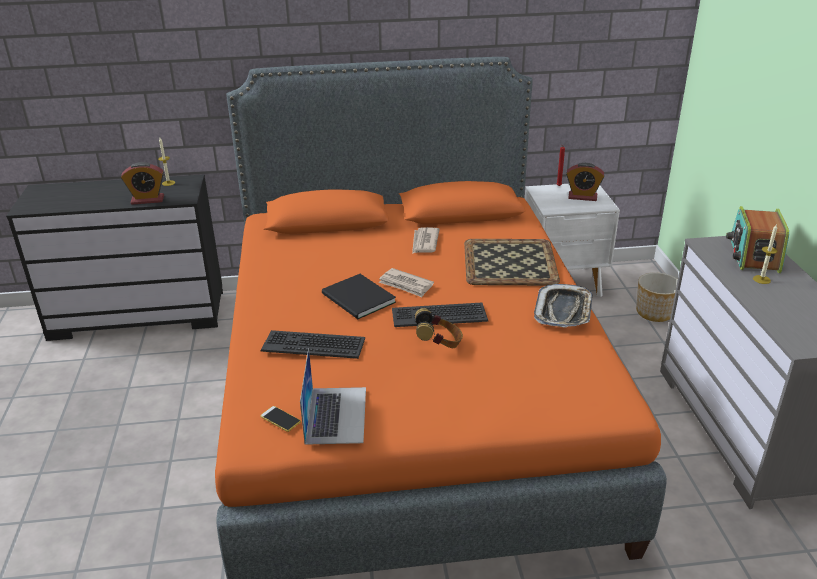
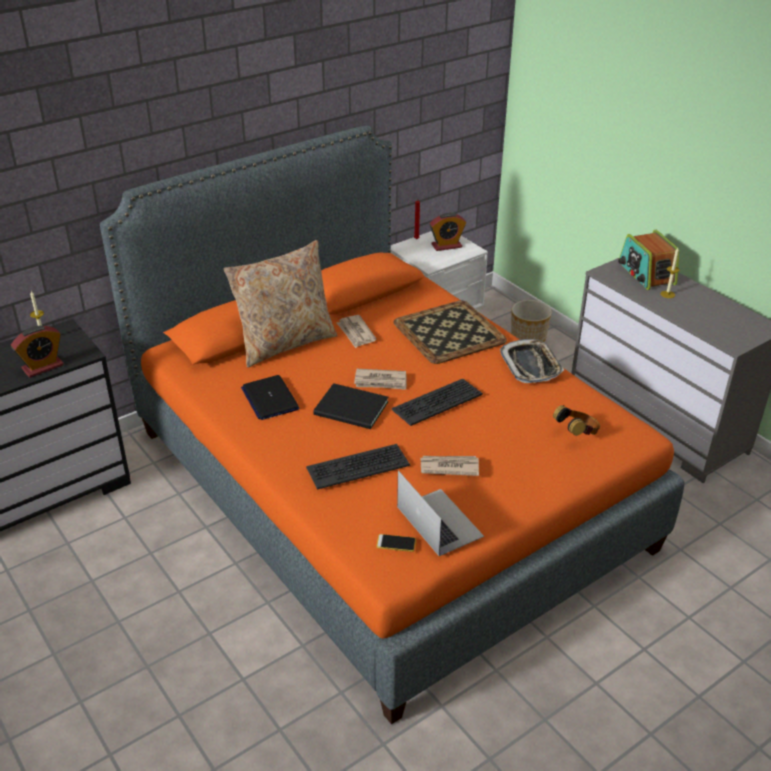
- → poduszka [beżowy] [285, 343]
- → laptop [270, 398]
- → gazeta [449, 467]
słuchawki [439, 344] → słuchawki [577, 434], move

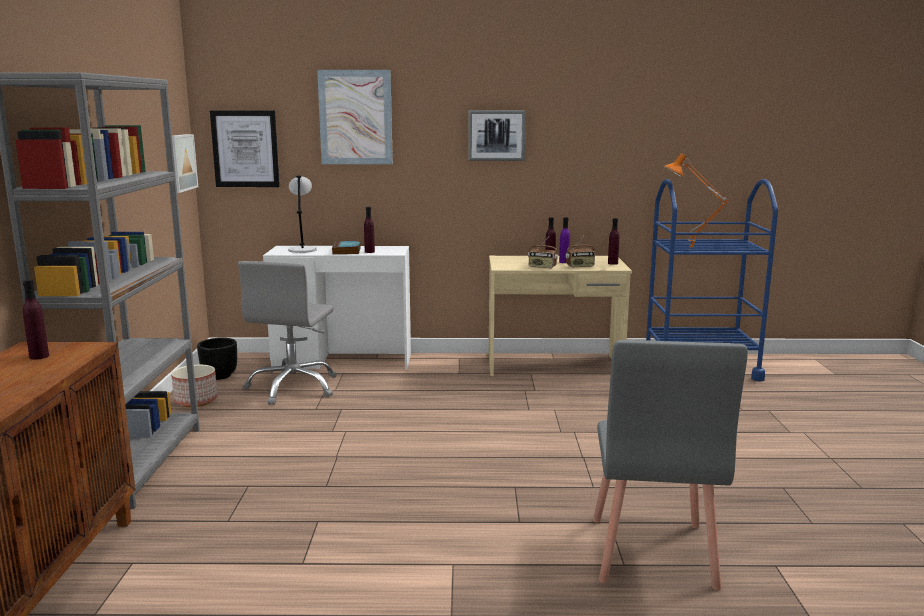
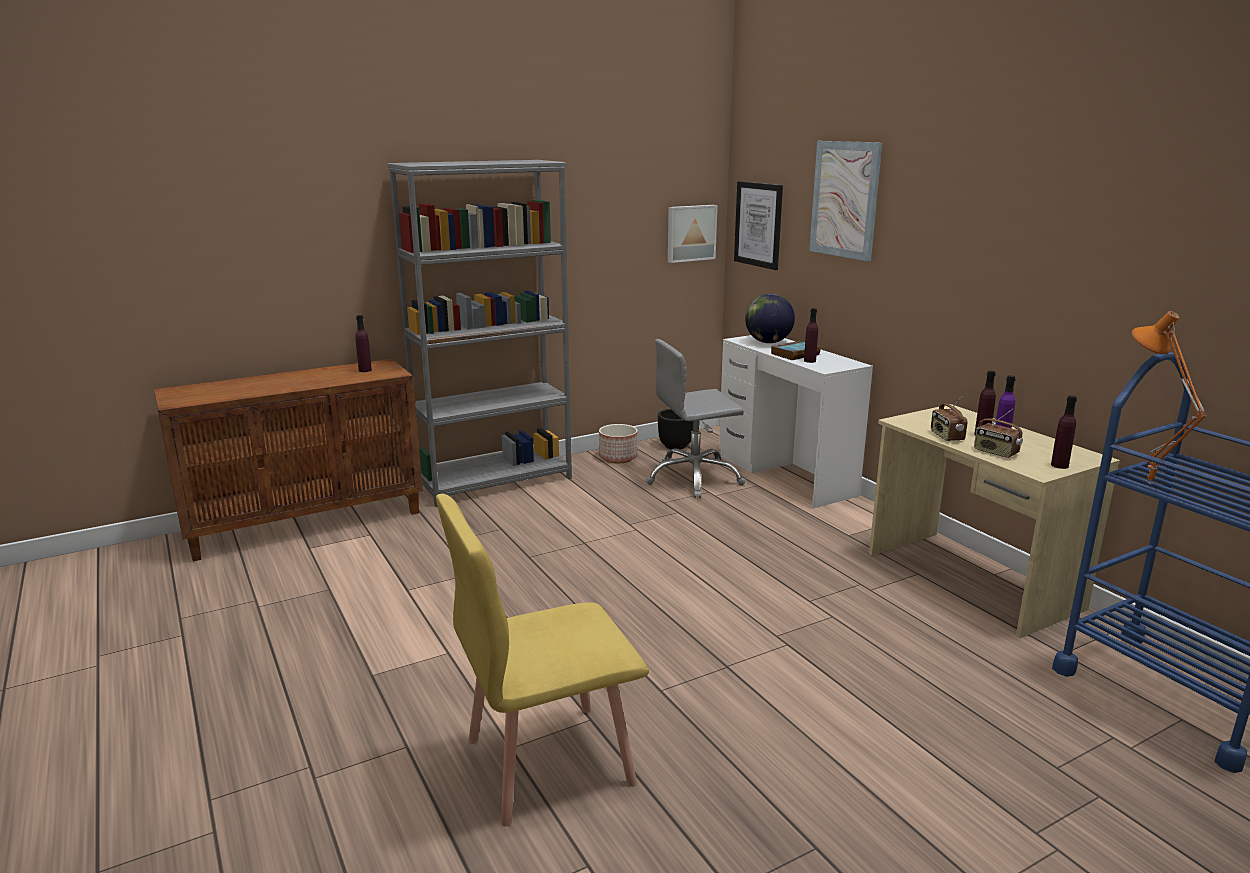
obraz [496, 135] → -
lampa stołowa [szary] [302, 250] → globus [768, 342]
krzesło [szary] [651, 553] → krzesło [żółty] [547, 761]

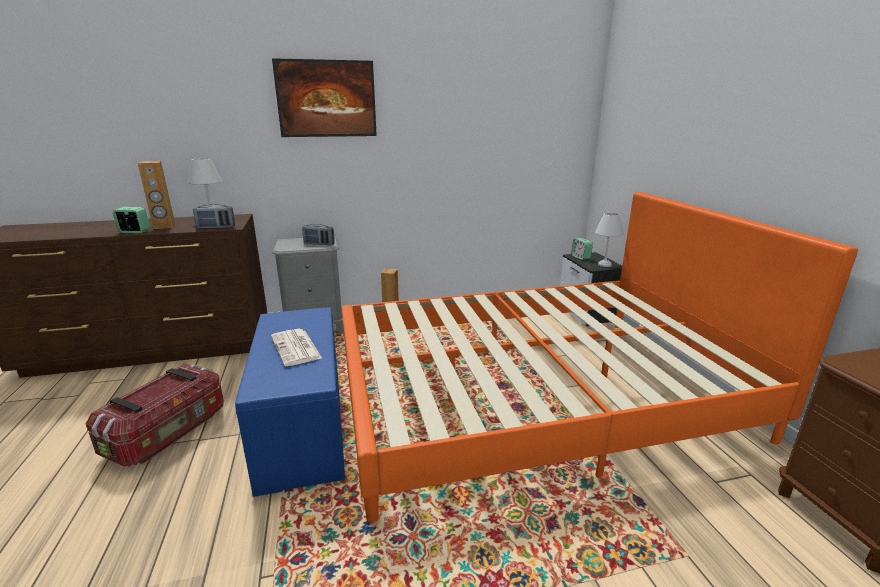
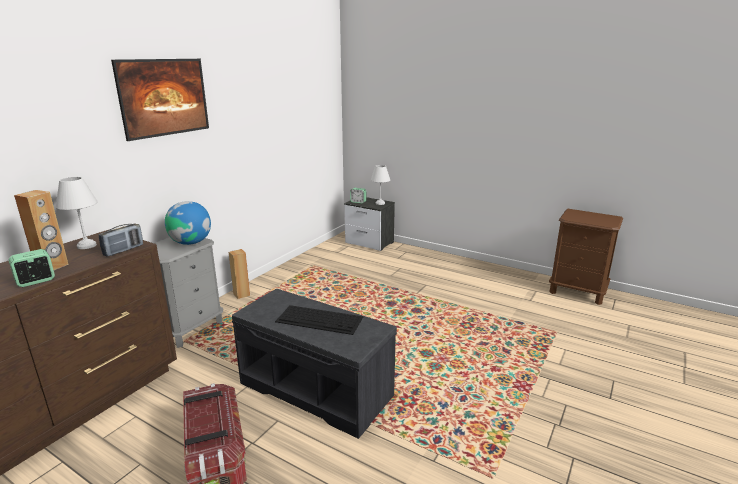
łóżko [pomarańczowy] [534, 394] → -
gazeta [296, 348] → klawiatura [320, 319]
radio [319, 244] → globus [191, 242]
ławka [niebieski] [304, 428] → ławka [szary] [317, 389]

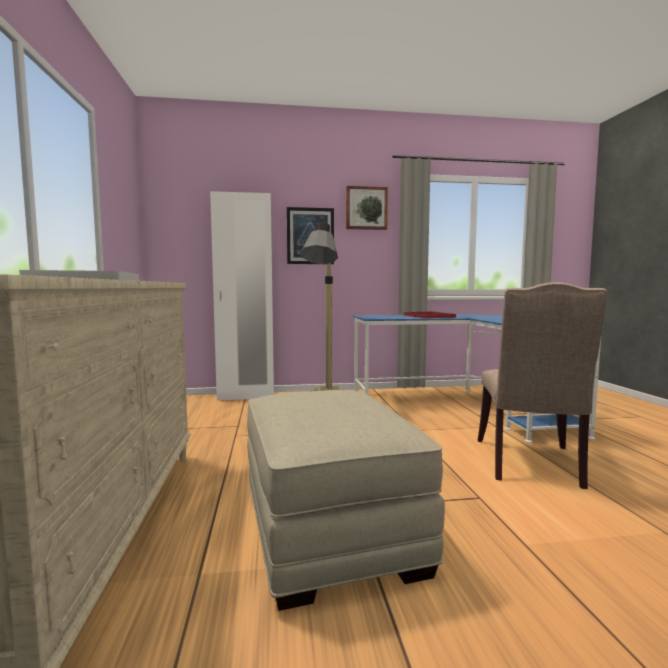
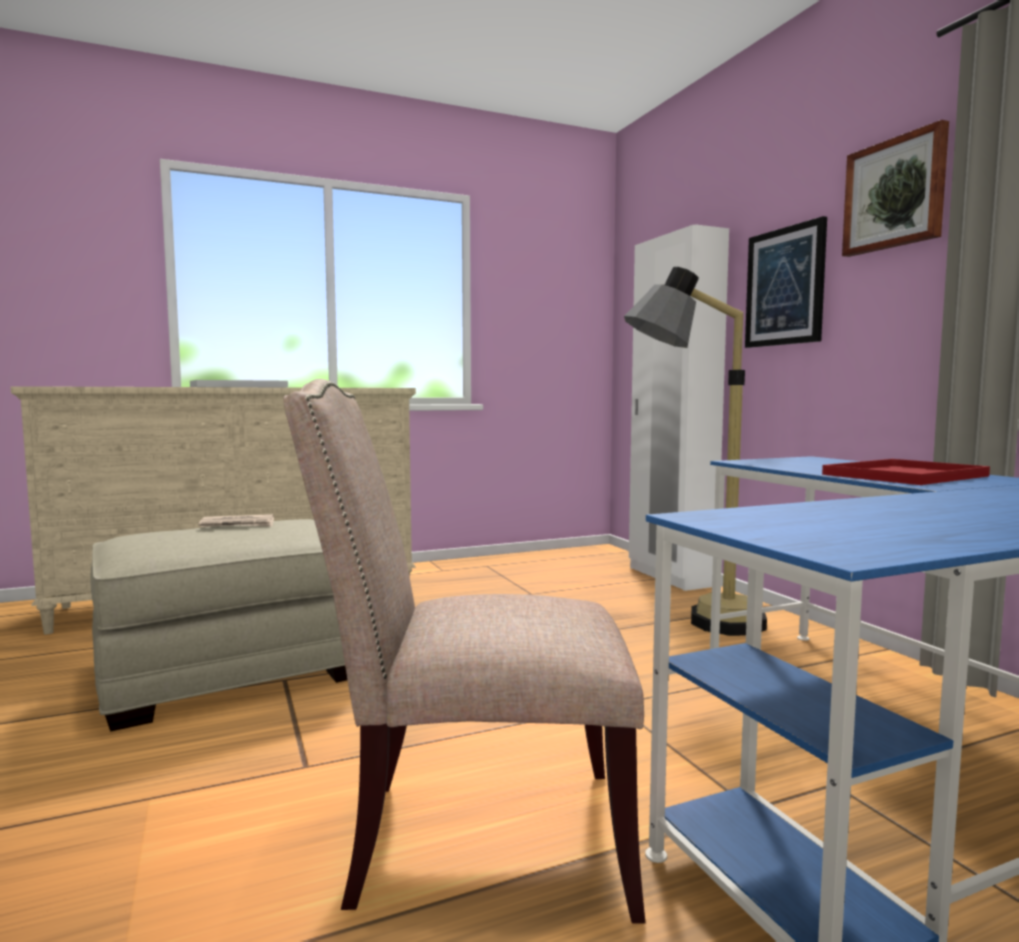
- → gazeta [238, 525]

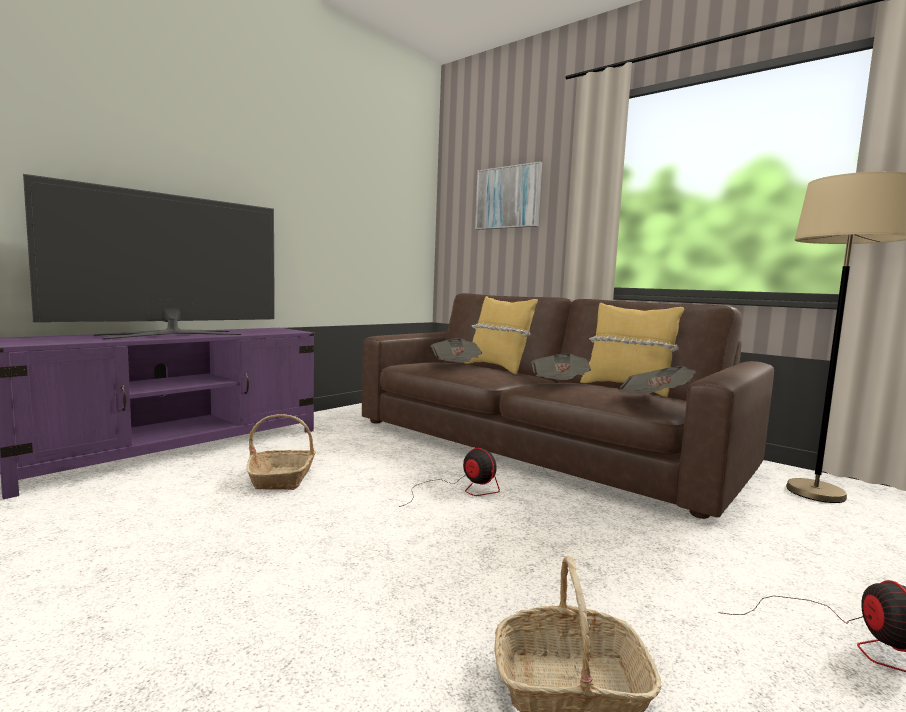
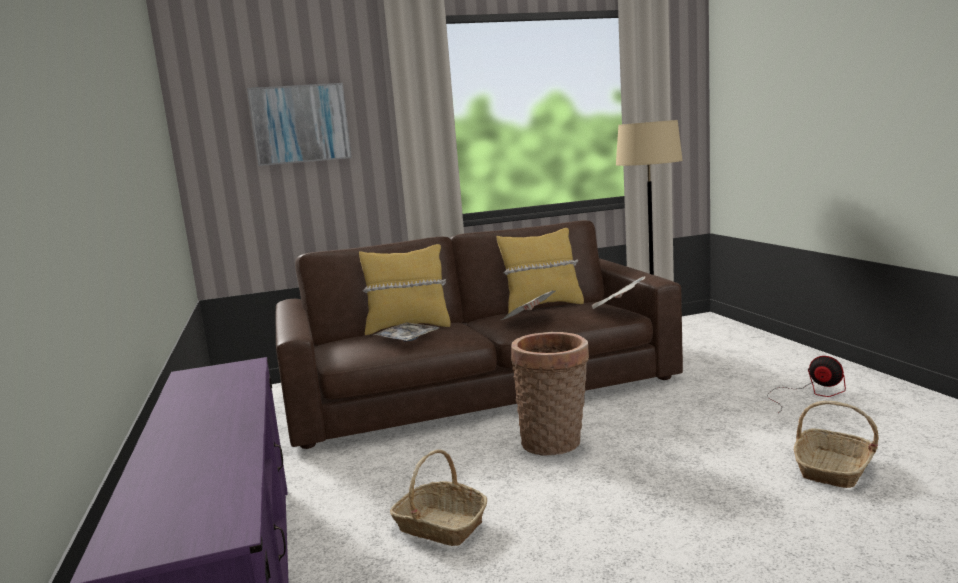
telewizor [172, 335] → -
wentylator [459, 490] → koszyk [555, 443]
gazeta [456, 366] → taca [407, 338]

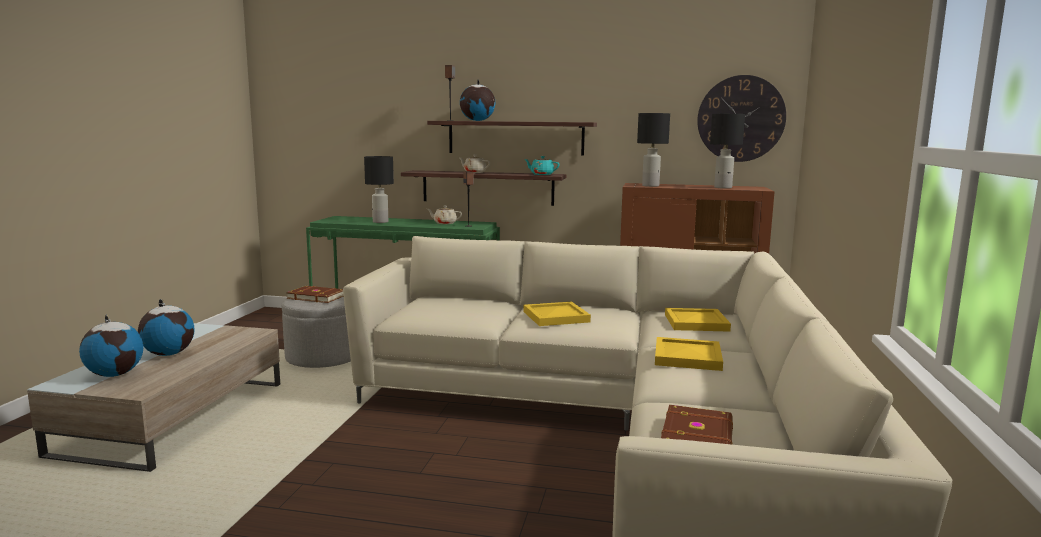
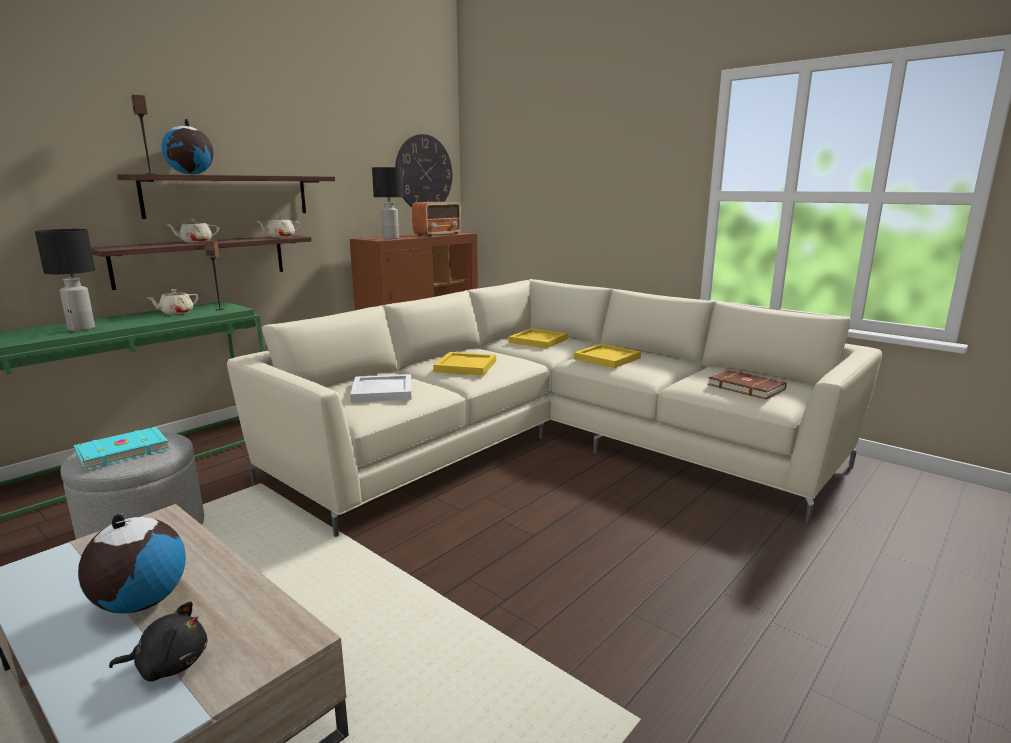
- → taca [biały] [381, 391]
globus [115, 374] → pluszak [czarny] [169, 664]
lampa stołowa [czarny] [723, 187] → radio [438, 234]
książka [brązowy] [317, 296] → książka [turkusowy] [122, 451]
imbryk [turkusowy] [541, 174] → imbryk [beżowy] [280, 237]

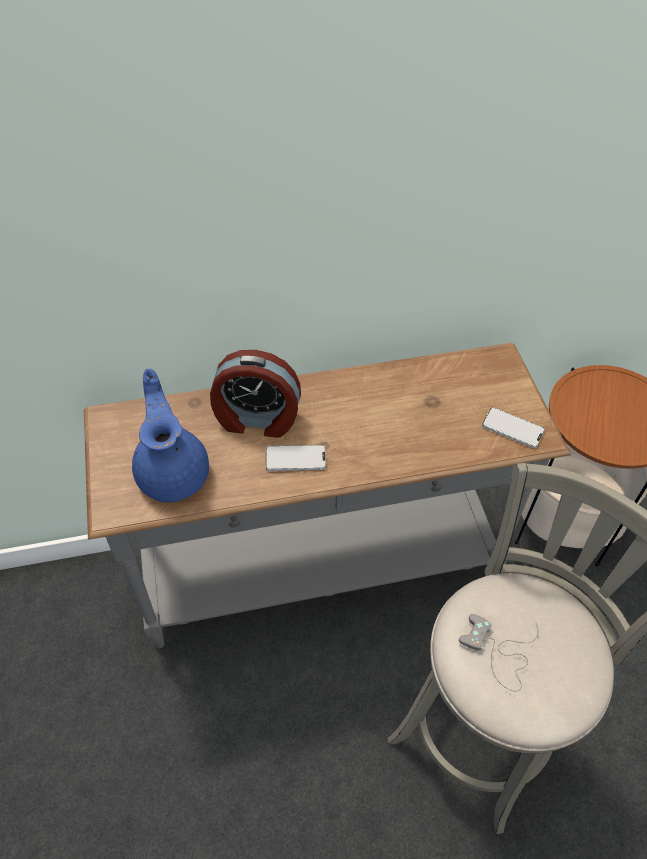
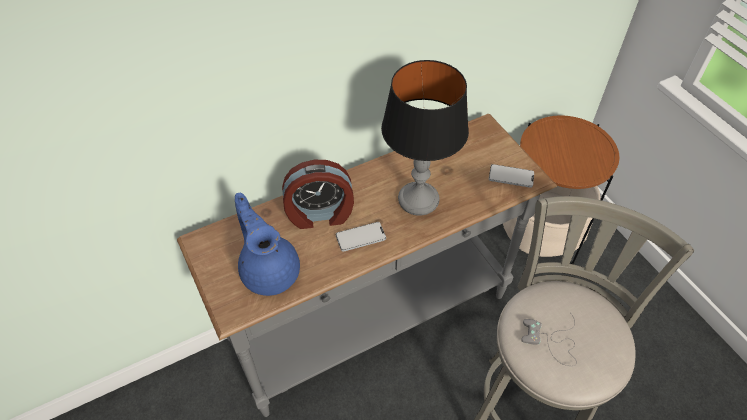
- → lampa stołowa [418, 200]

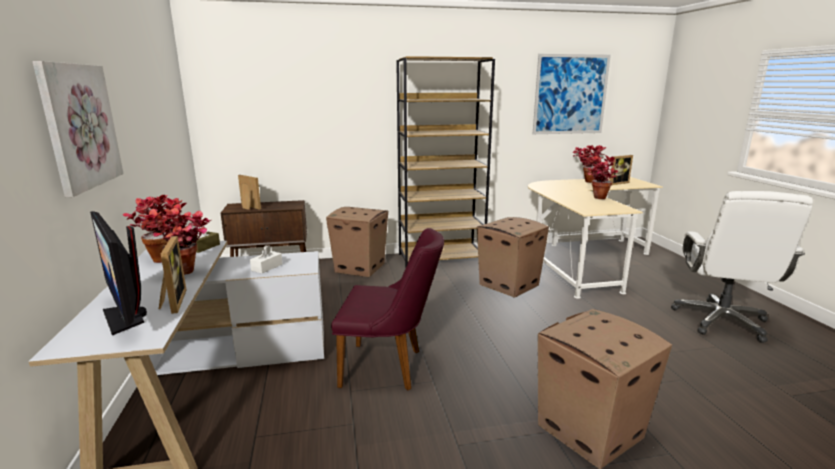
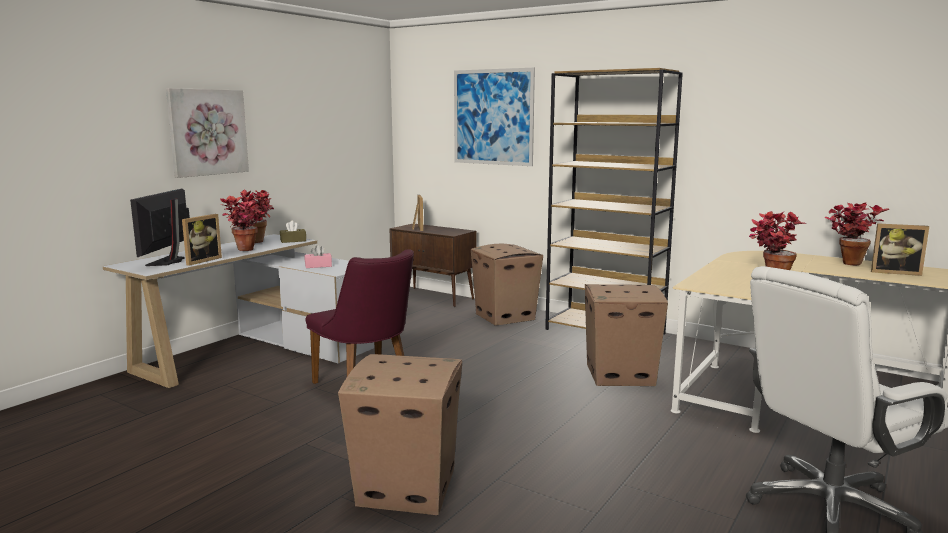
obraz [570, 94] → obraz [493, 117], move
pudełko chusteczek [biały] [267, 267] → pudełko chusteczek [różowy] [318, 266]

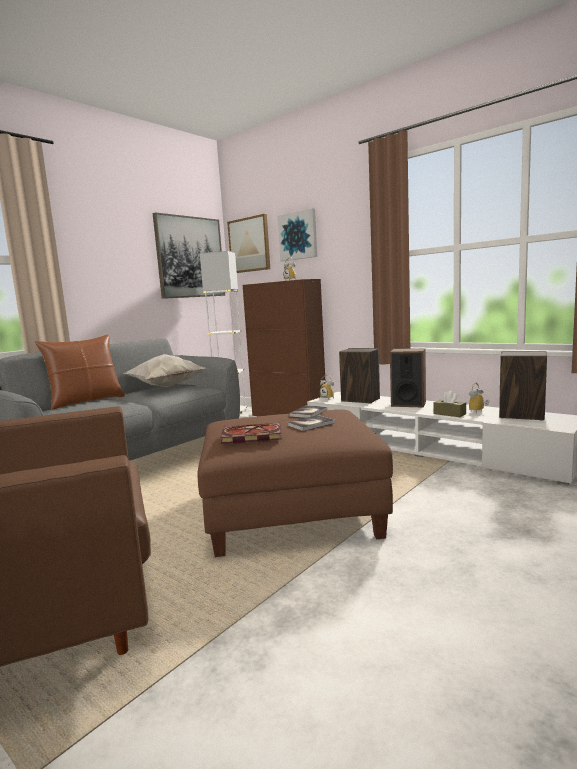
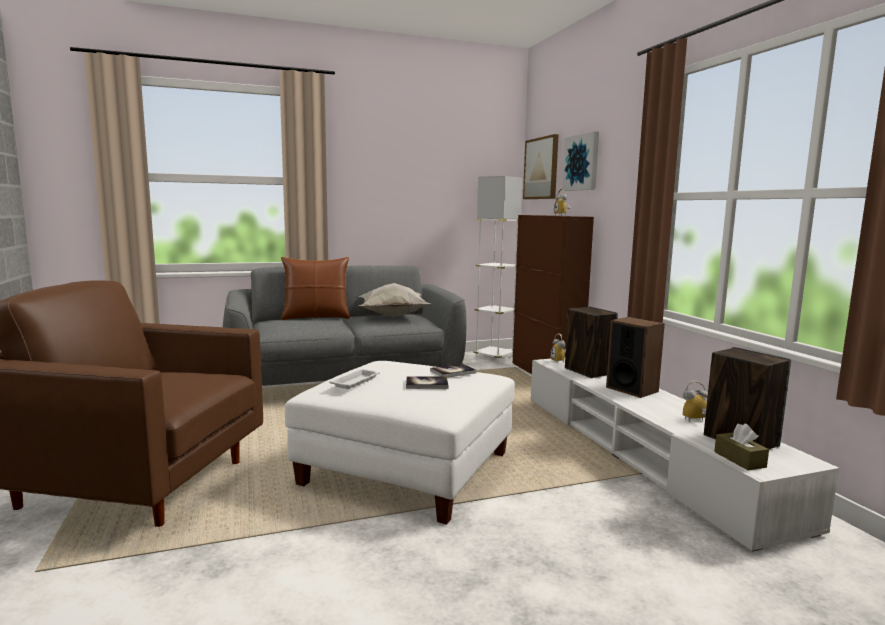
obraz [190, 257] → -
pudełko chusteczek [brązowy] [449, 414] → pudełko chusteczek [brązowy] [739, 459], move
książka [250, 436] → taca [biały] [356, 381]
pufa [brązowy] [292, 510] → pufa [biały] [408, 468]

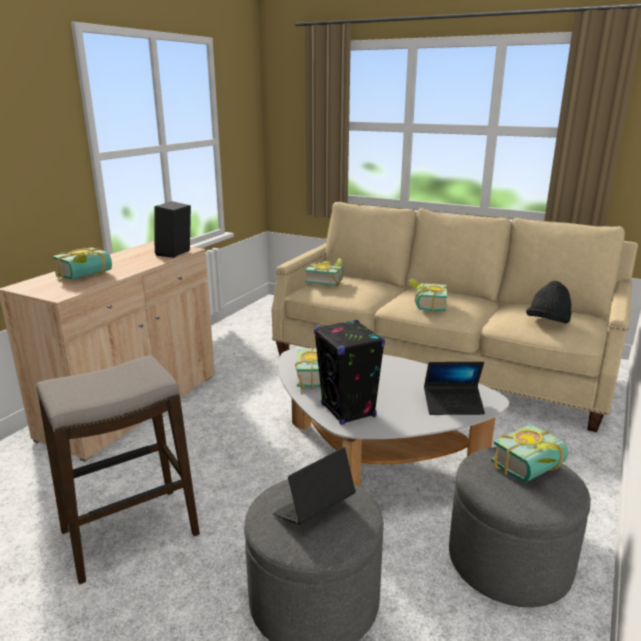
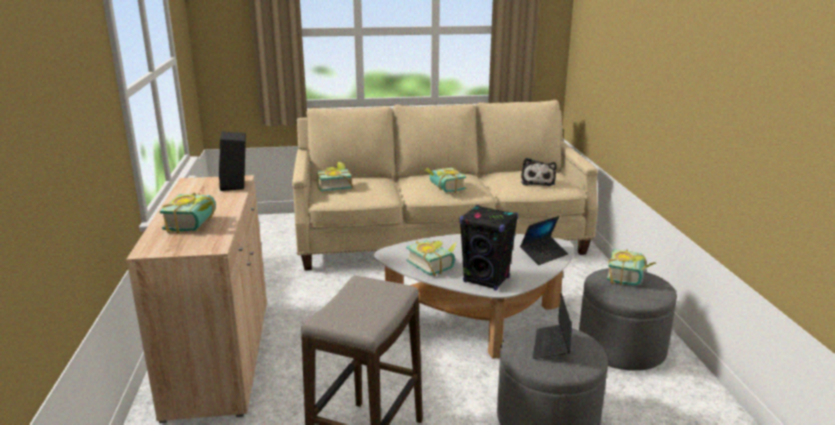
kapelusz [czarny] [547, 323] → pluszak [537, 181]

